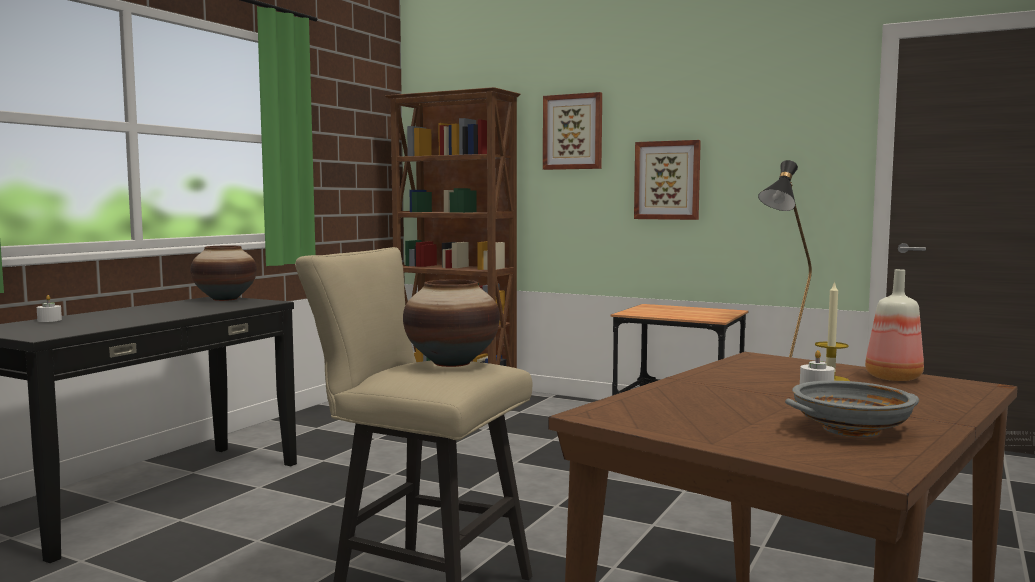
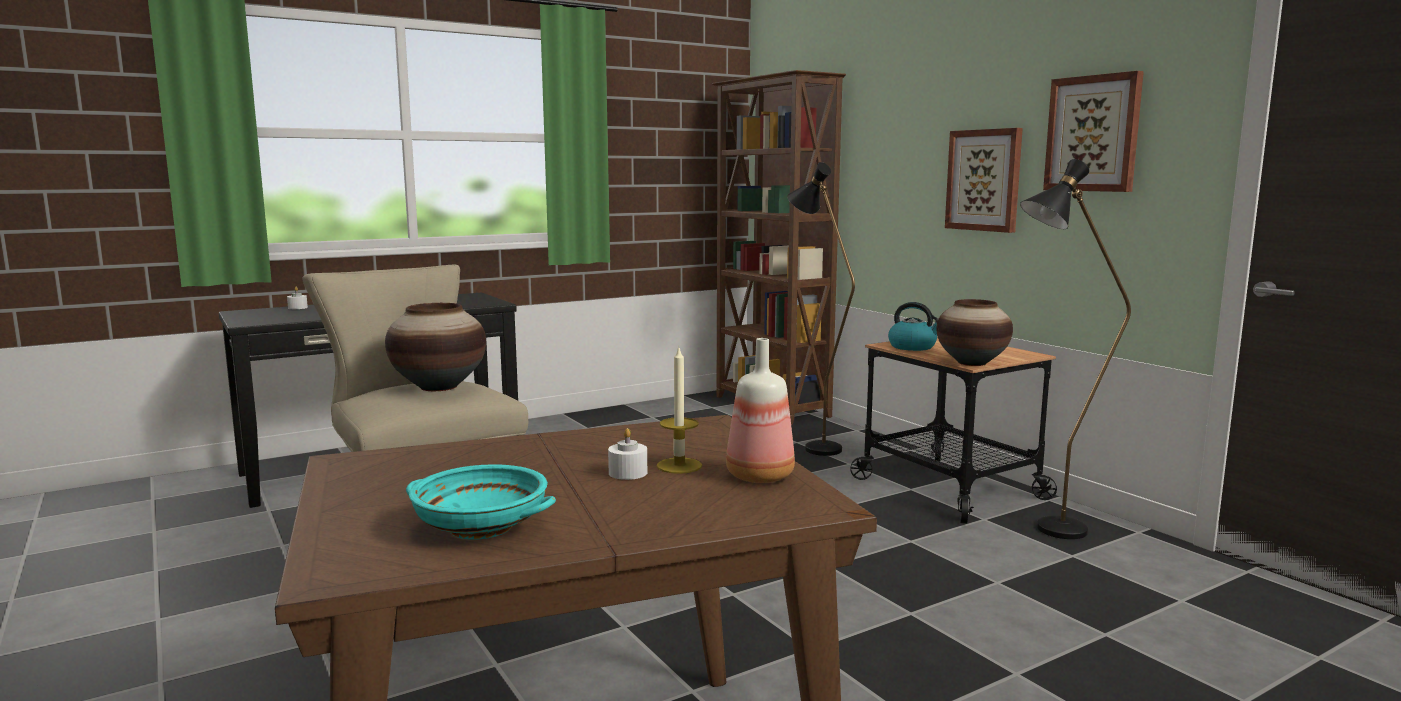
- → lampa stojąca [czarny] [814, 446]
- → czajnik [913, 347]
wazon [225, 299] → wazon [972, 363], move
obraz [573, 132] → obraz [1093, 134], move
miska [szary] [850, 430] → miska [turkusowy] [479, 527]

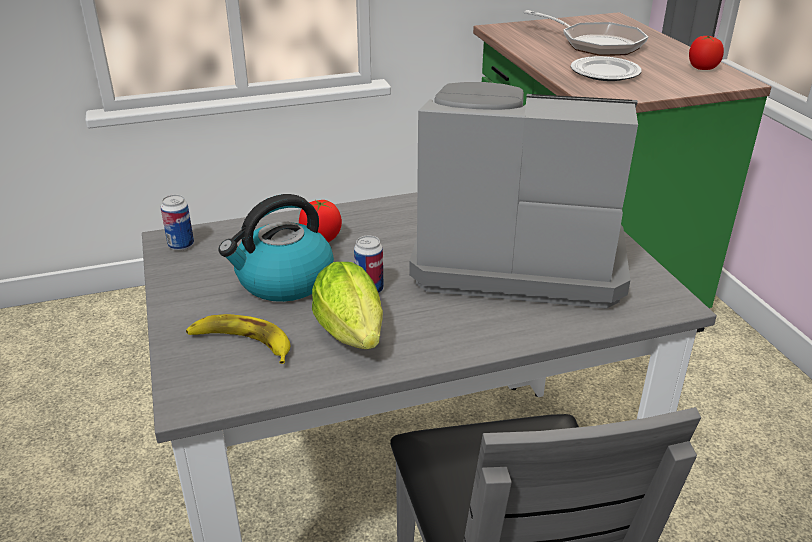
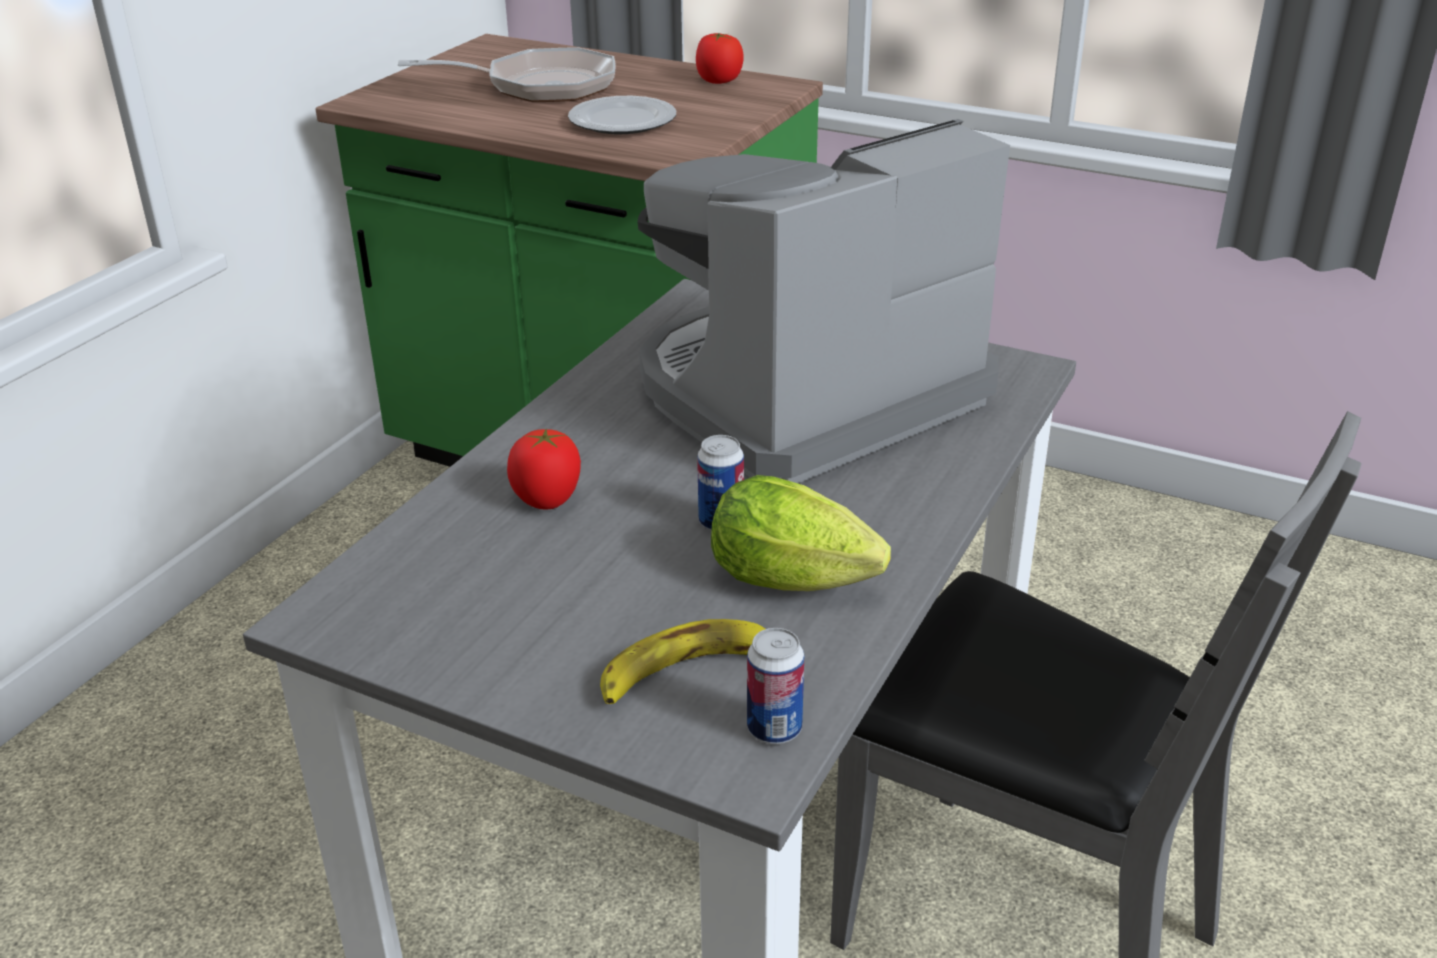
czajnik [283, 281] → -
puszka [181, 245] → puszka [774, 729], move

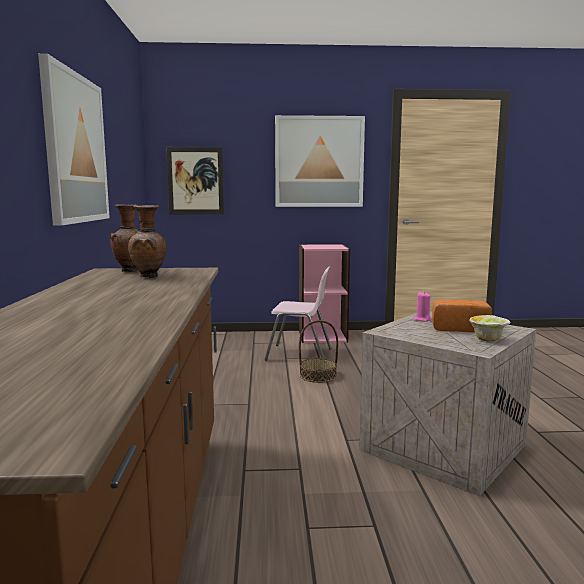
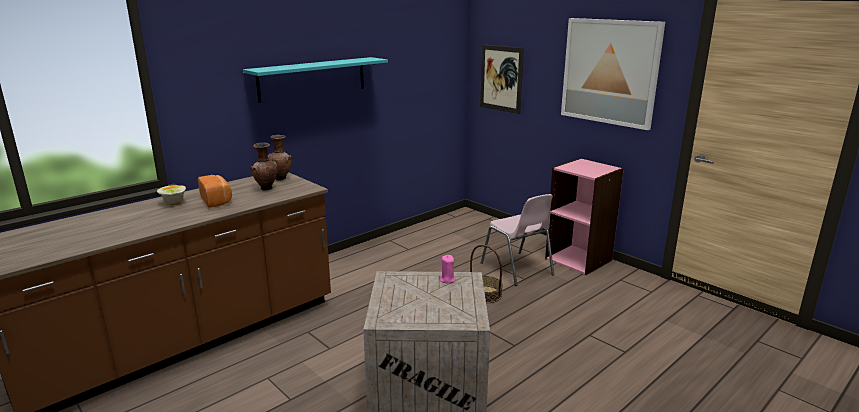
chleb [459, 328] → chleb [217, 200], move
miska [488, 340] → miska [173, 204], move
obraz [75, 149] → półka [turkusowy] [313, 78]

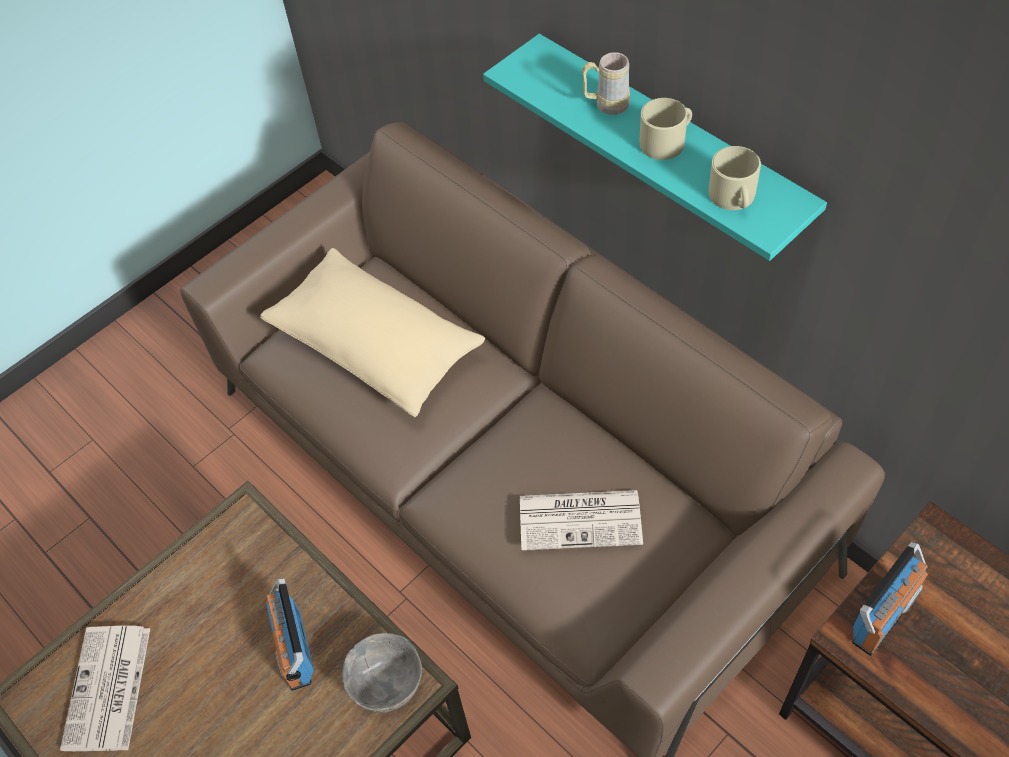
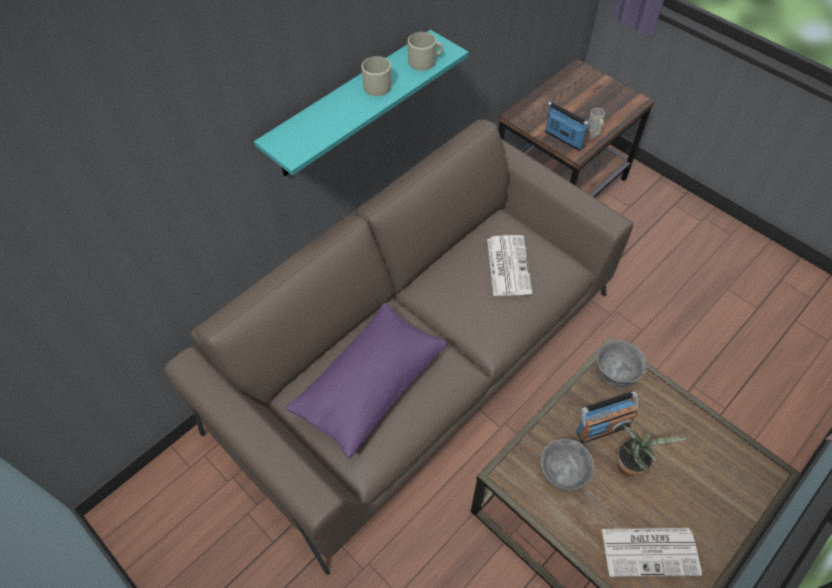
- → miska [szary] [562, 471]
- → roślina doniczkowa [630, 464]
kubek [beżowy] [605, 105] → kubek [beżowy] [593, 135], move
poduszka [beżowy] [376, 346] → poduszka [fioletowy] [370, 385]

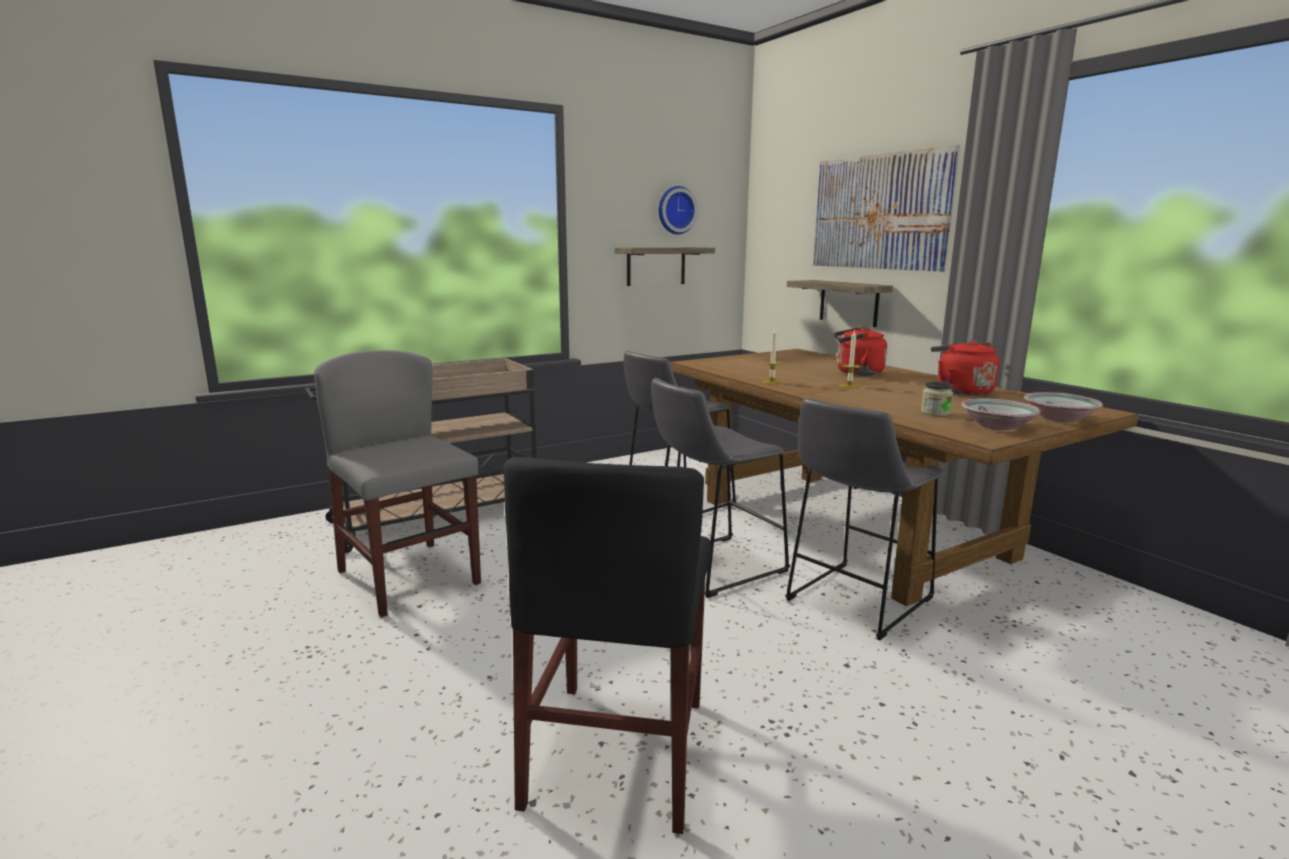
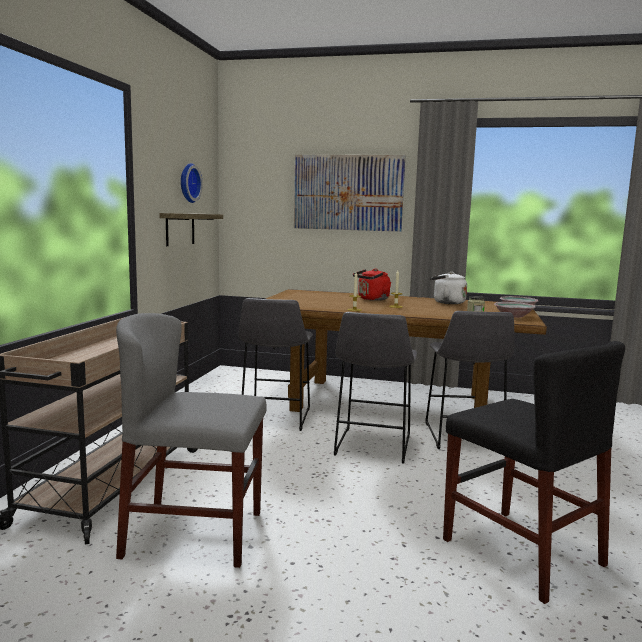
półka [849, 303] → -
czajnik [czerwony] [961, 391] → czajnik [biały] [446, 302]

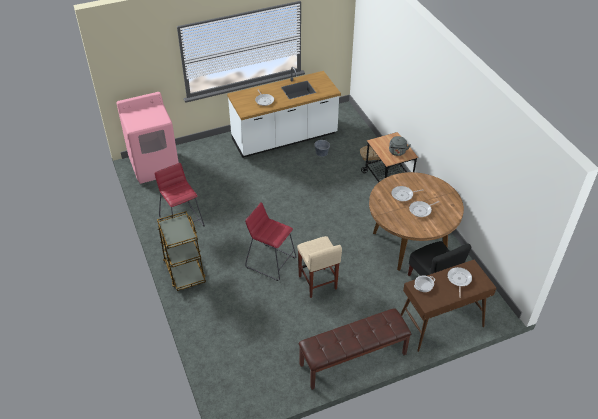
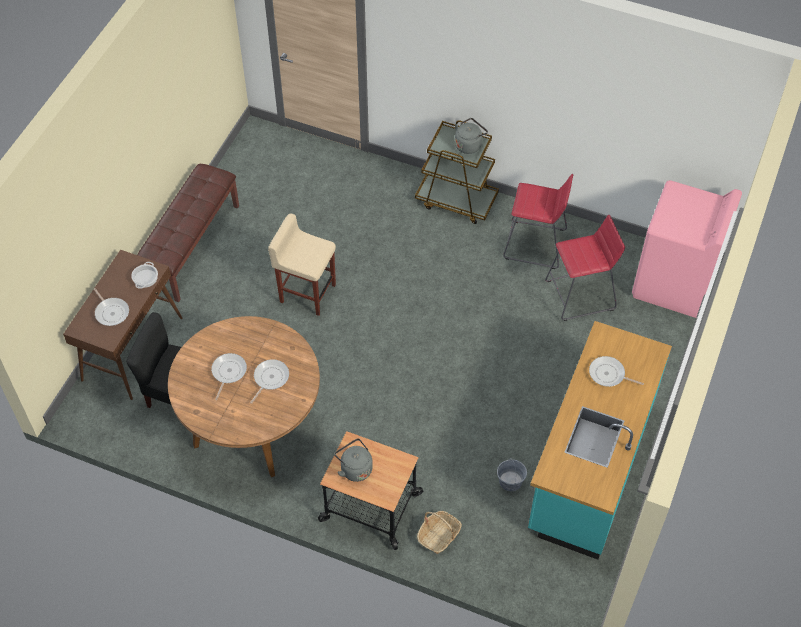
- → czajnik [szary] [469, 145]
stołek [czerwony] [271, 262] → stołek [czerwony] [580, 295], move
zabudowa kuchenna [biały] [284, 138] → zabudowa kuchenna [turkusowy] [590, 465]

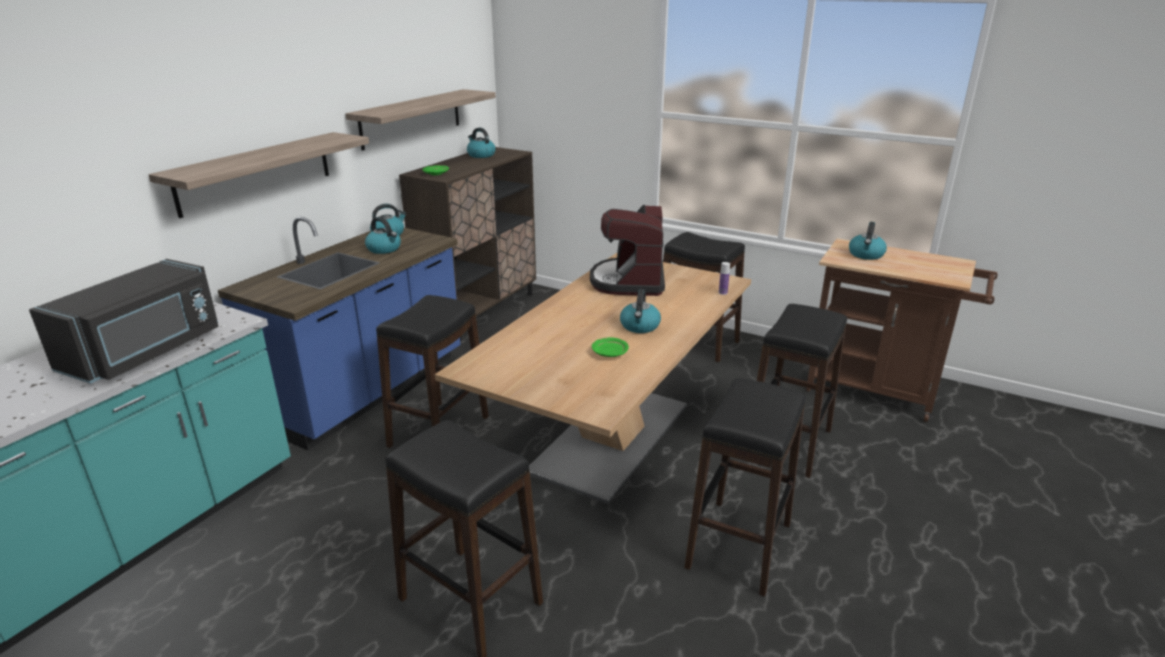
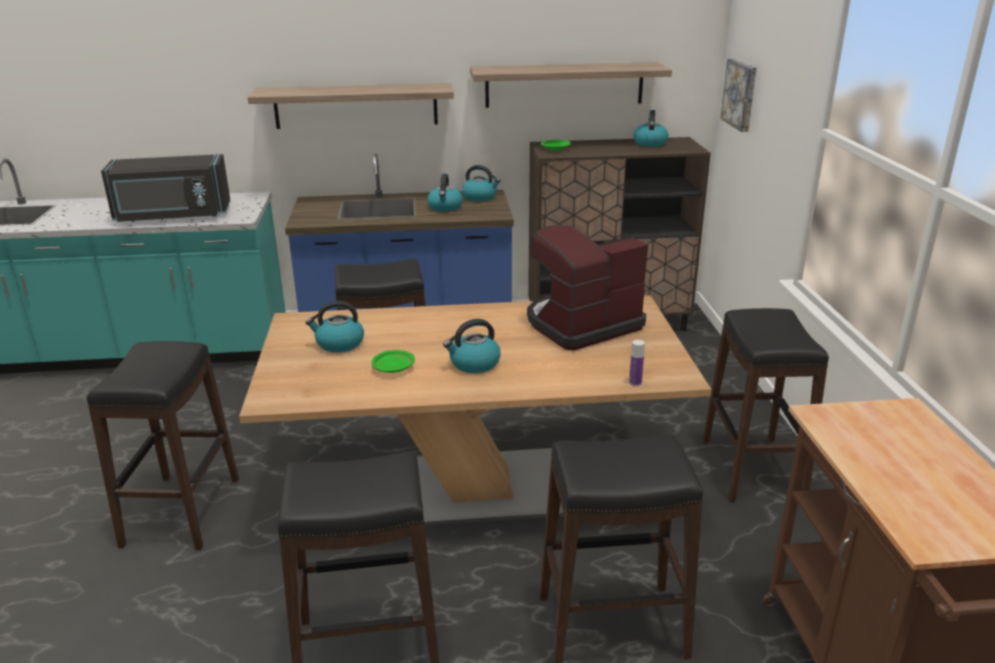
- → obraz [741, 94]
czajnik [866, 255] → czajnik [339, 344], move

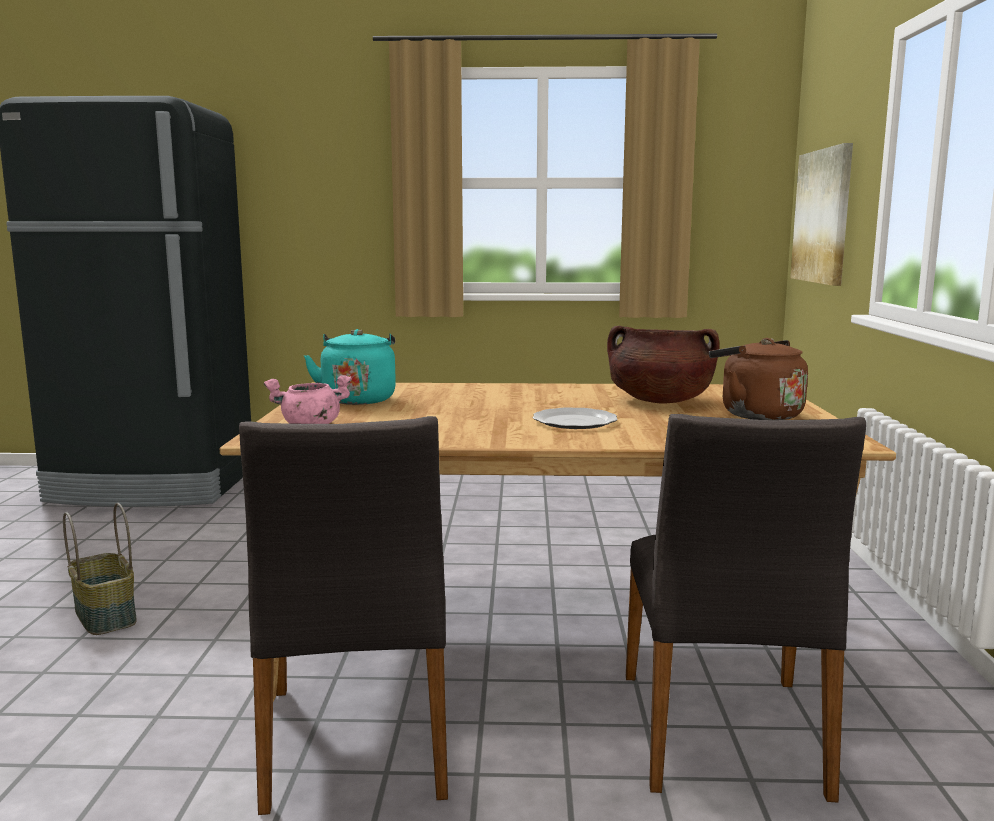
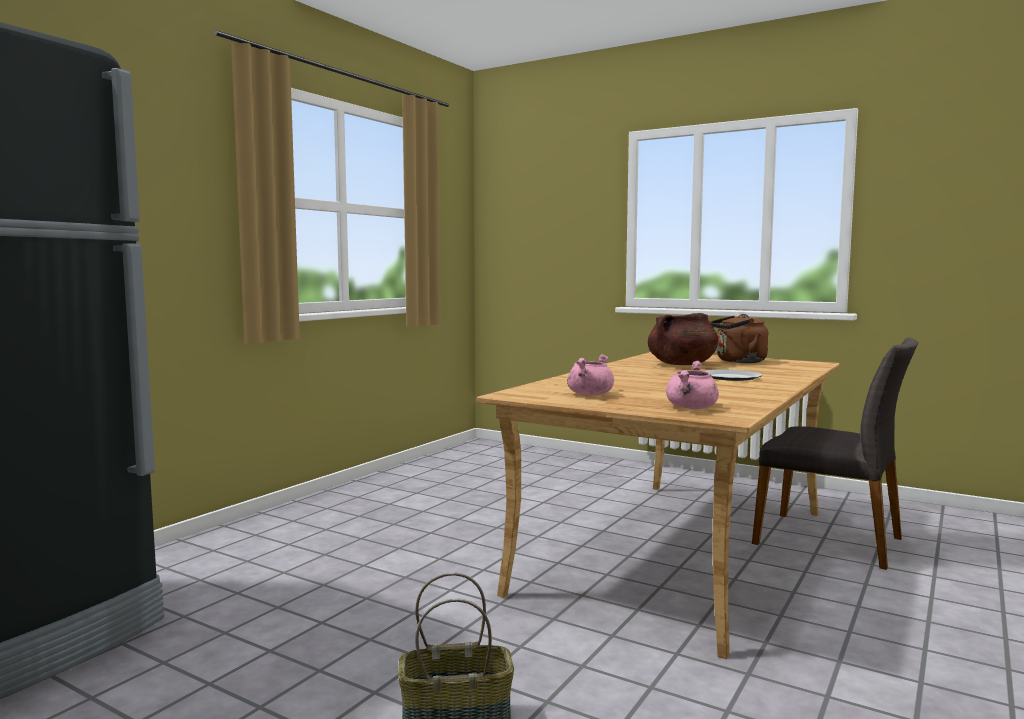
krzesło [szary] [358, 741] → -
obraz [822, 216] → -
czajnik [turkusowy] [358, 399] → garnek [różowy] [590, 394]

